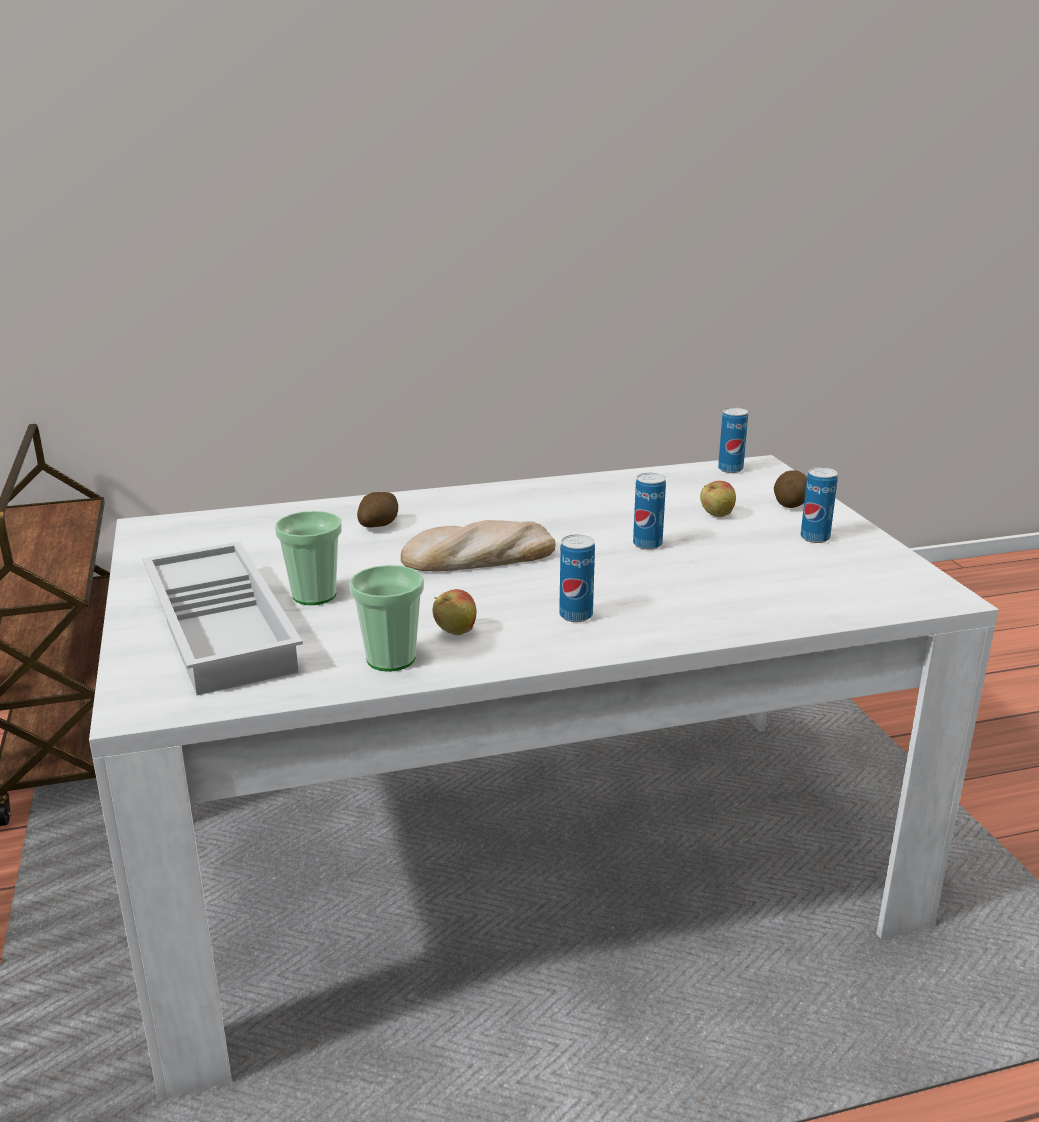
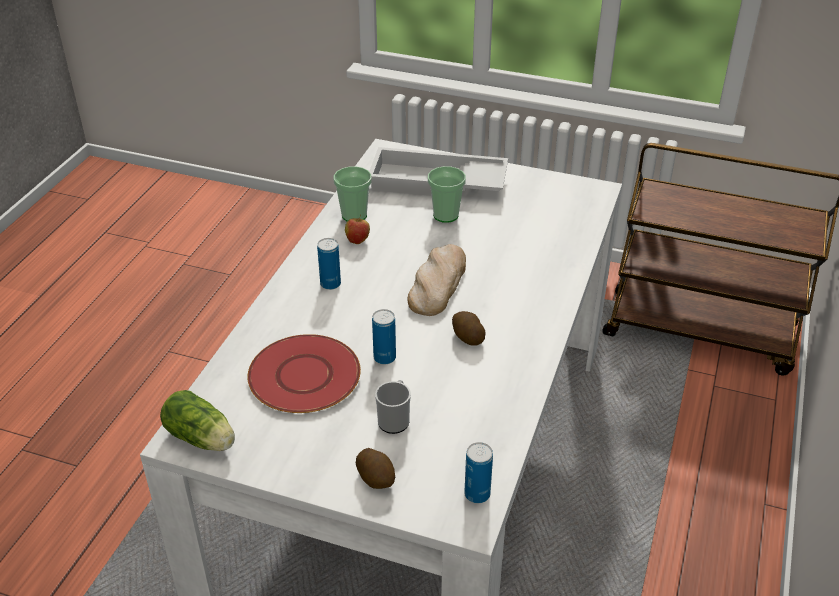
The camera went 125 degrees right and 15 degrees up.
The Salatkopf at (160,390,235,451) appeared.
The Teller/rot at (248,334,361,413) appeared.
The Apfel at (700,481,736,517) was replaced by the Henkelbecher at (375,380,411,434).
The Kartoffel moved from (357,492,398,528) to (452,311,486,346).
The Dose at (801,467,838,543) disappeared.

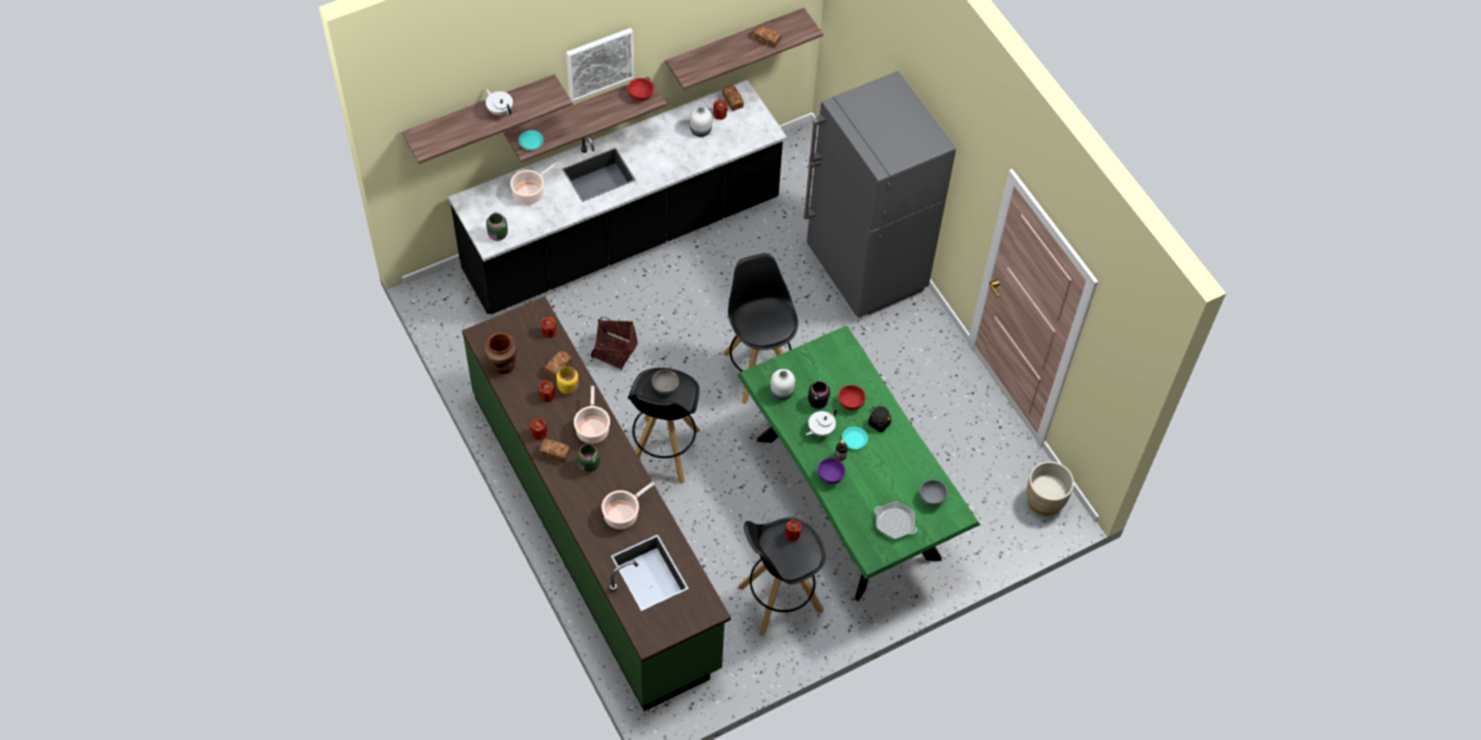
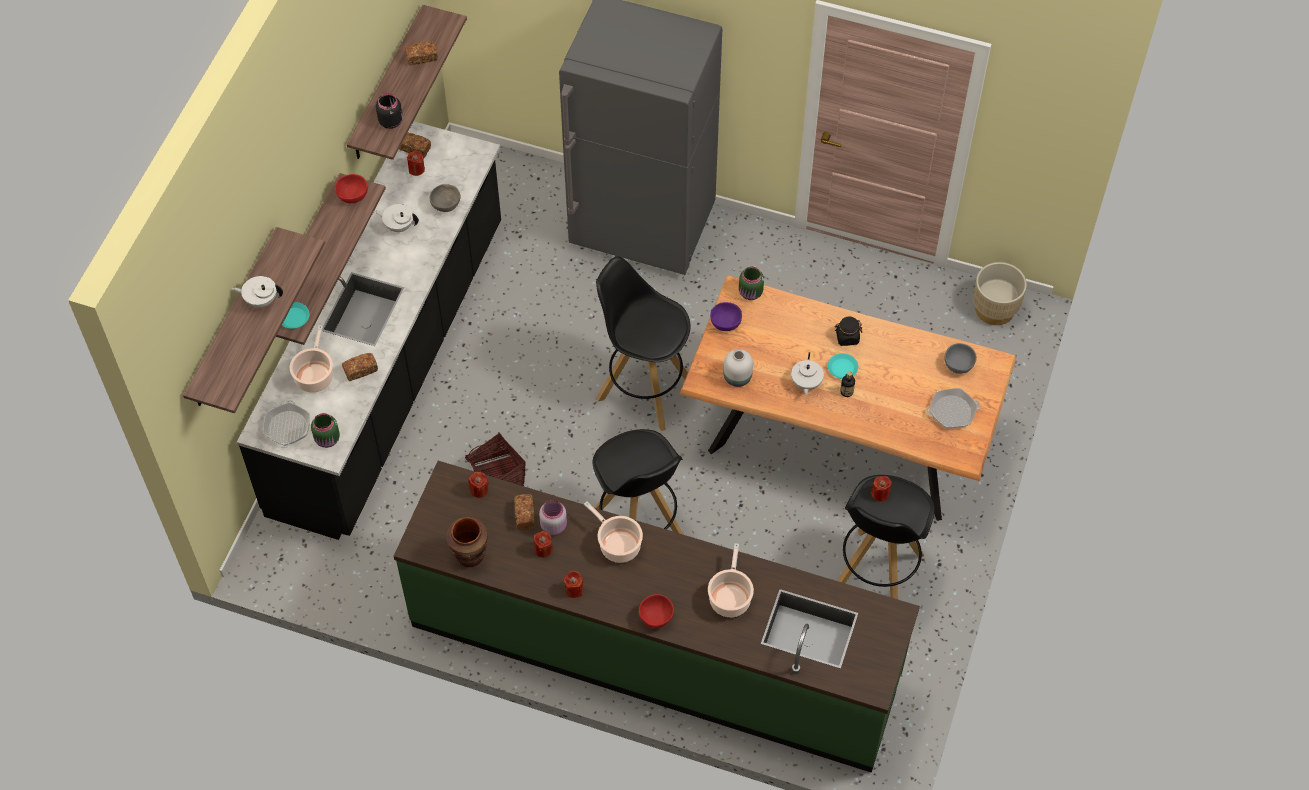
The camera went 40 degrees left and 0 degrees up.
The Pfanne at (263,400,310,448) appeared.
The Brot moved from (539,439,570,462) to (342,353,378,381).
The Teekanne/weiß at (375,204,419,232) appeared.
The Vorratsglas/schwarz moved from (808,381,830,409) to (376,93,403,129).
The Schüssel/grau moved from (652,370,679,394) to (430,184,461,212).
The Vorratsglas/gelb at (556,366,579,394) became the Vorratsglas/rosa at (539,500,567,535).
The Schüssel/rot moved from (838,385,866,410) to (639,594,674,628).
The Esstisch/grün at (738,326,980,601) became the Esstisch/braun at (680,275,1016,521).
The Schüssel/lila moved from (817,458,845,484) to (710,302,742,331).
The Vorratsglas/grün moved from (577,444,600,472) to (739,267,764,300).
The Bild at (566,28,634,102) disappeared.
The Vase/weiß at (690,107,712,137) disappeared.

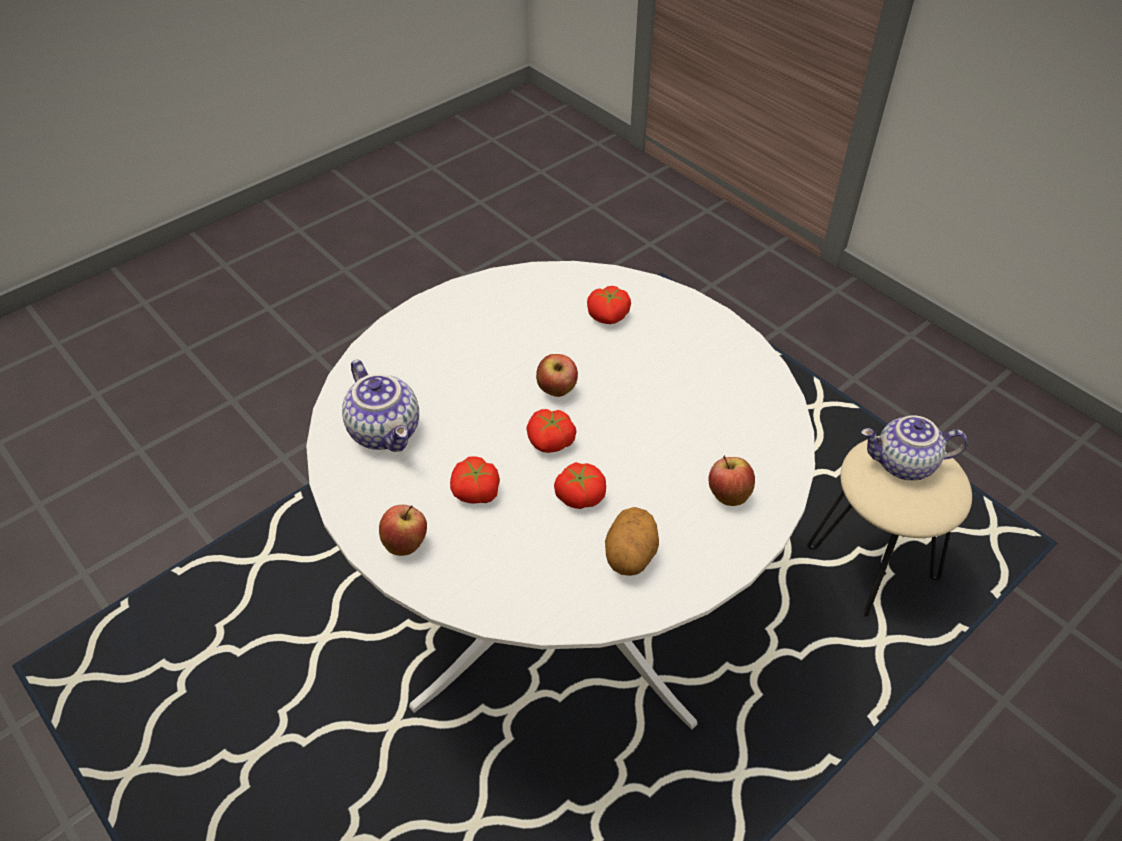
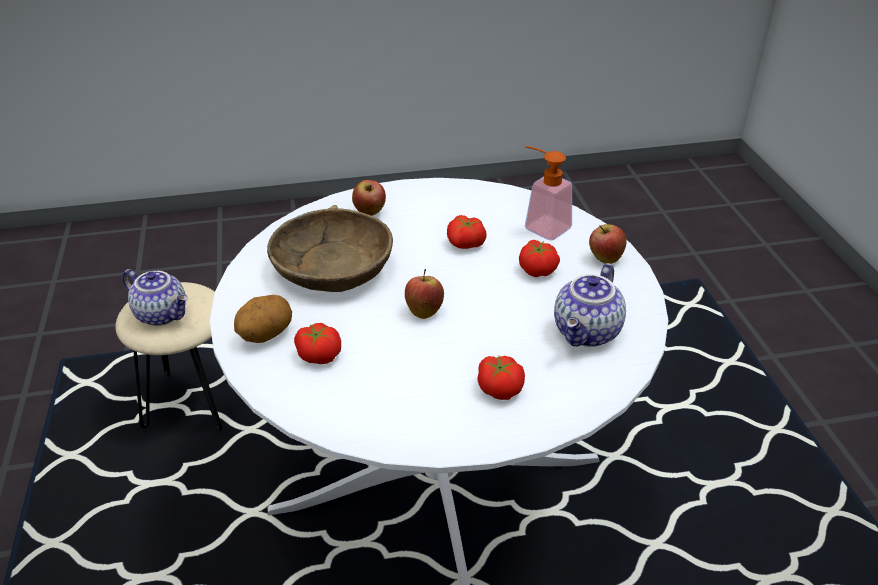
The camera went 150 degrees left and 10 degrees down.
The Kartoffel moved from (605,507,659,576) to (234,295,292,343).
The Schüssel/braun at (267,205,393,292) appeared.
The Tomate moved from (526,409,577,453) to (477,356,525,400).
The Seifenspender at (525,146,572,241) appeared.
The Teekanne at (342,360,419,452) turned 150 degrees counterclockwise.

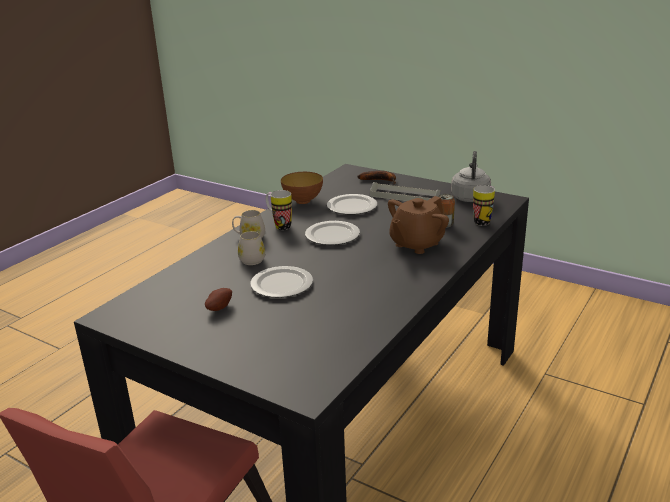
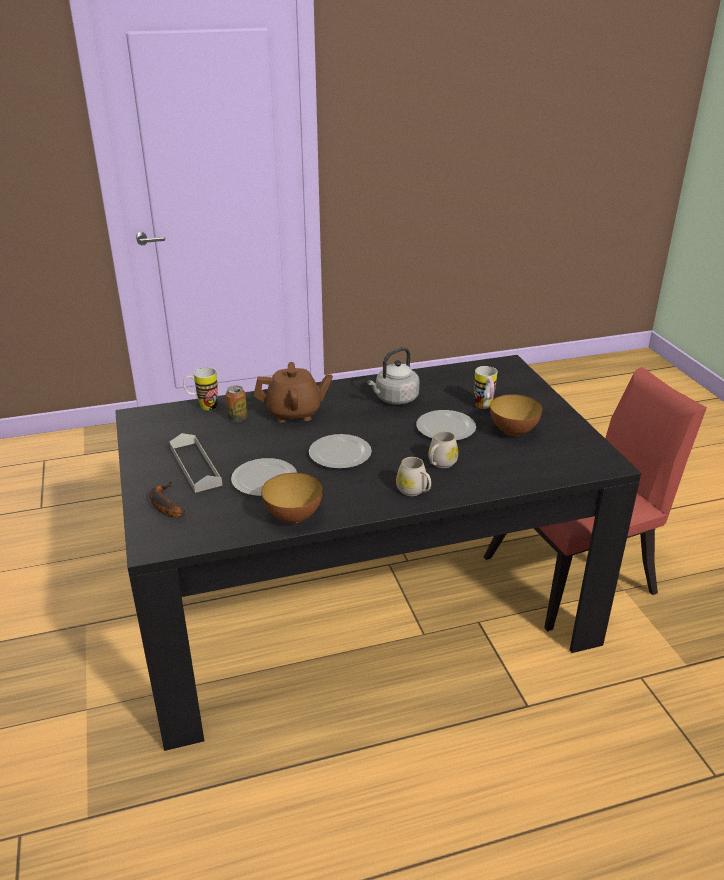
The camera went 140 degrees left and 5 degrees up.
The Wasserkessel/grau moved from (451,151,491,202) to (367,347,420,405).
The Henkelbecher moved from (265,190,292,230) to (474,366,497,409).
The Kartoffel at (205,288,232,311) was replaced by the Schüssel at (490,394,543,437).

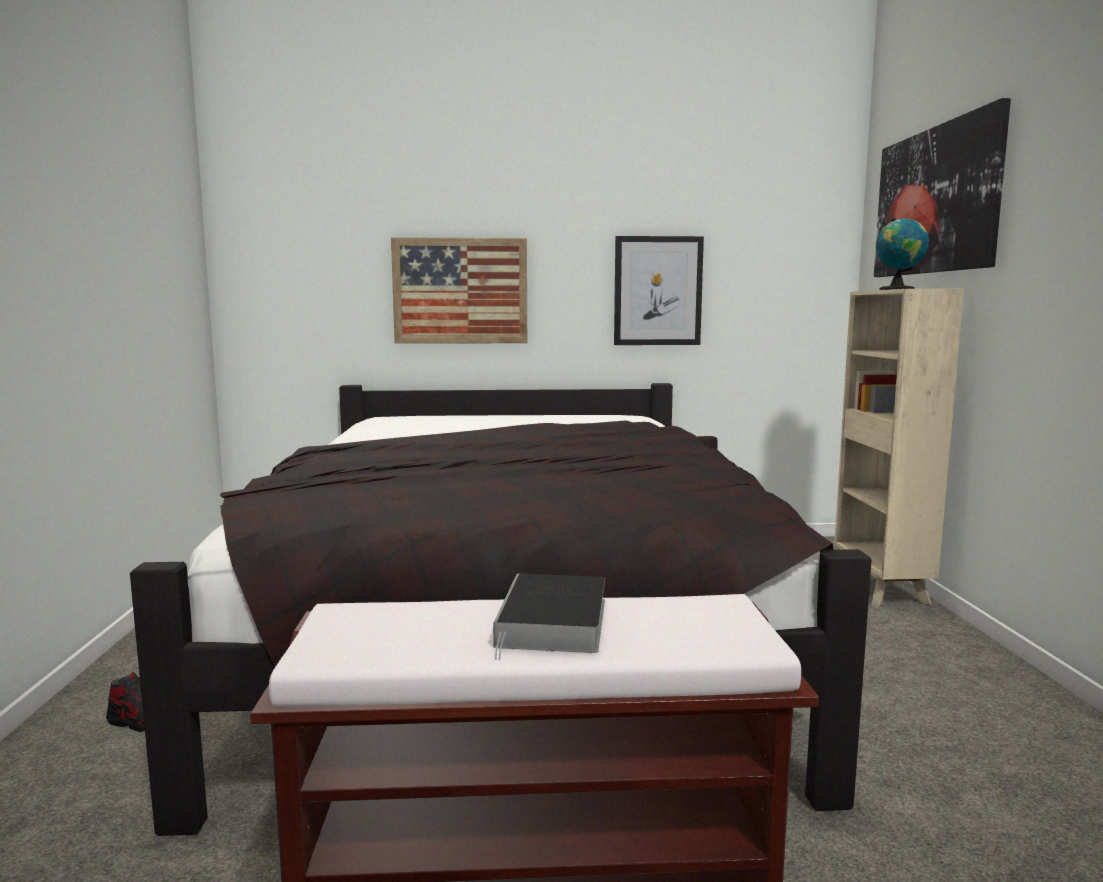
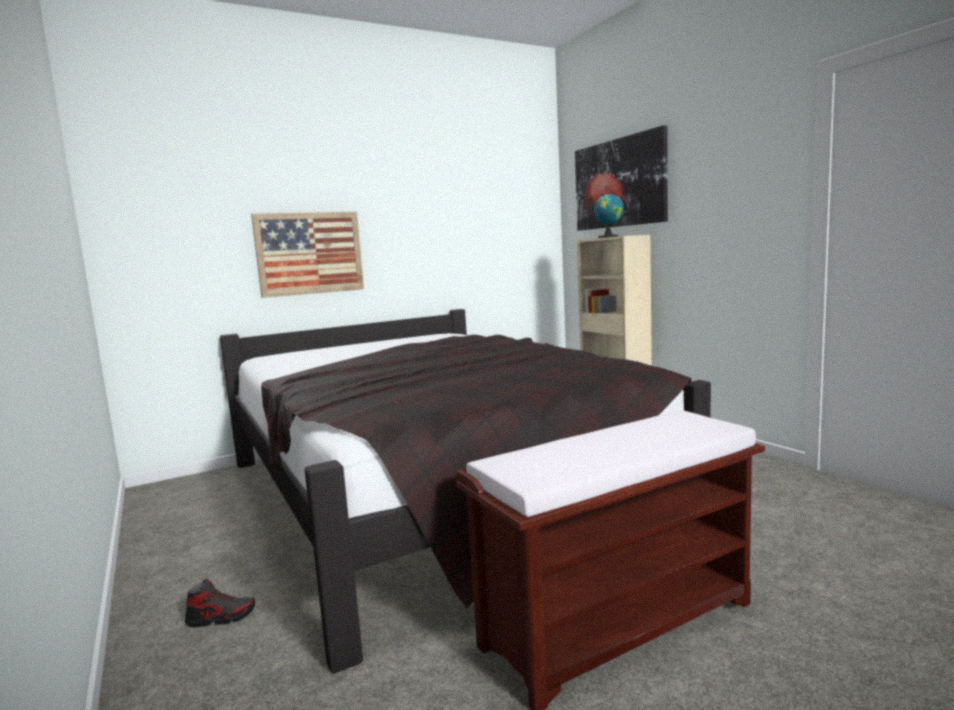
The camera went 25 degrees left and 0 degrees up.
The Buch at (493,574,605,660) disappeared.
The Bild at (614,236,704,345) disappeared.

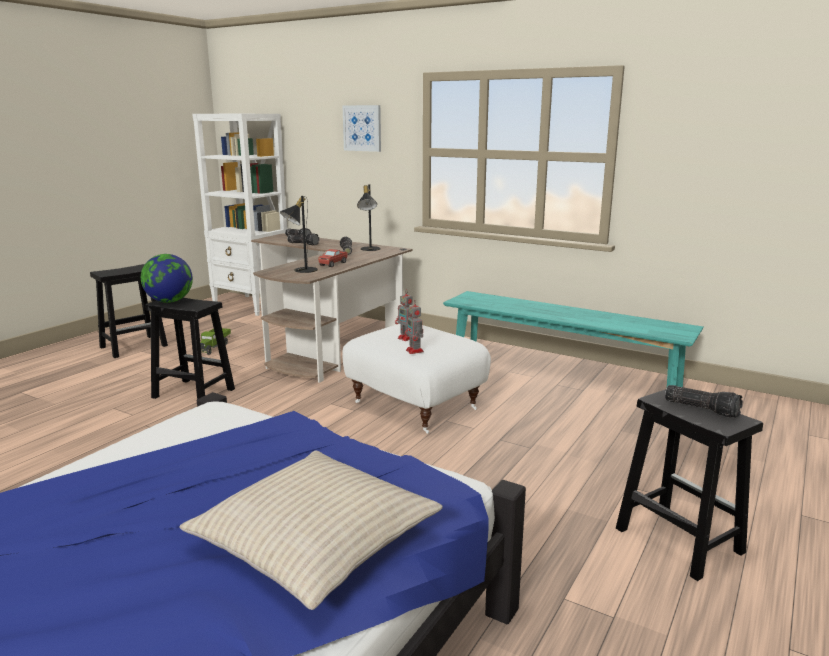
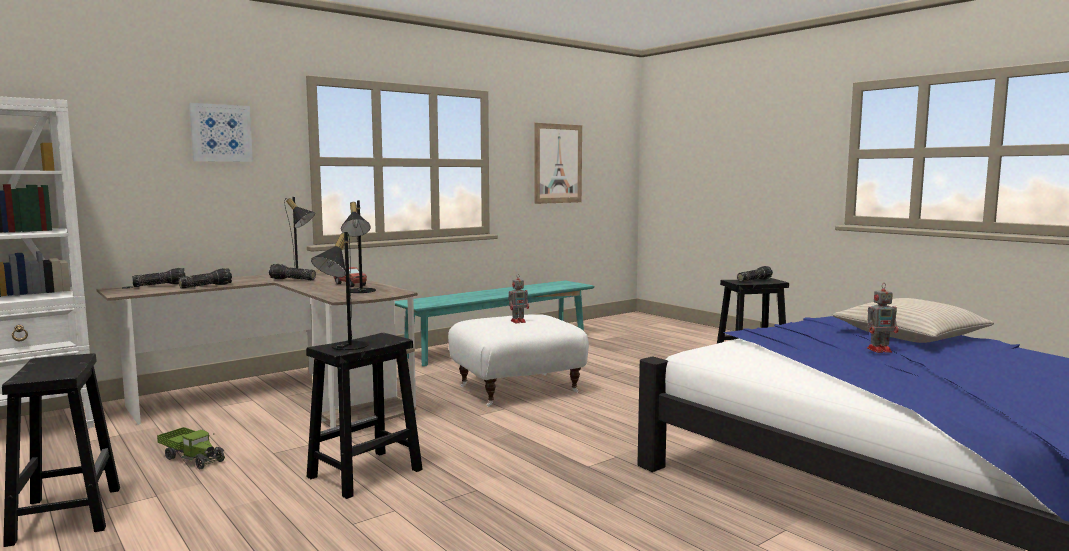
The camera went 70 degrees left and 10 degrees down.
The Globus at (141,254,193,303) was replaced by the Tischlampe/schwarz at (311,232,368,350).
The Bild at (534,123,582,204) appeared.
The Spielzeugroboter moved from (405,300,424,354) to (867,284,898,353).

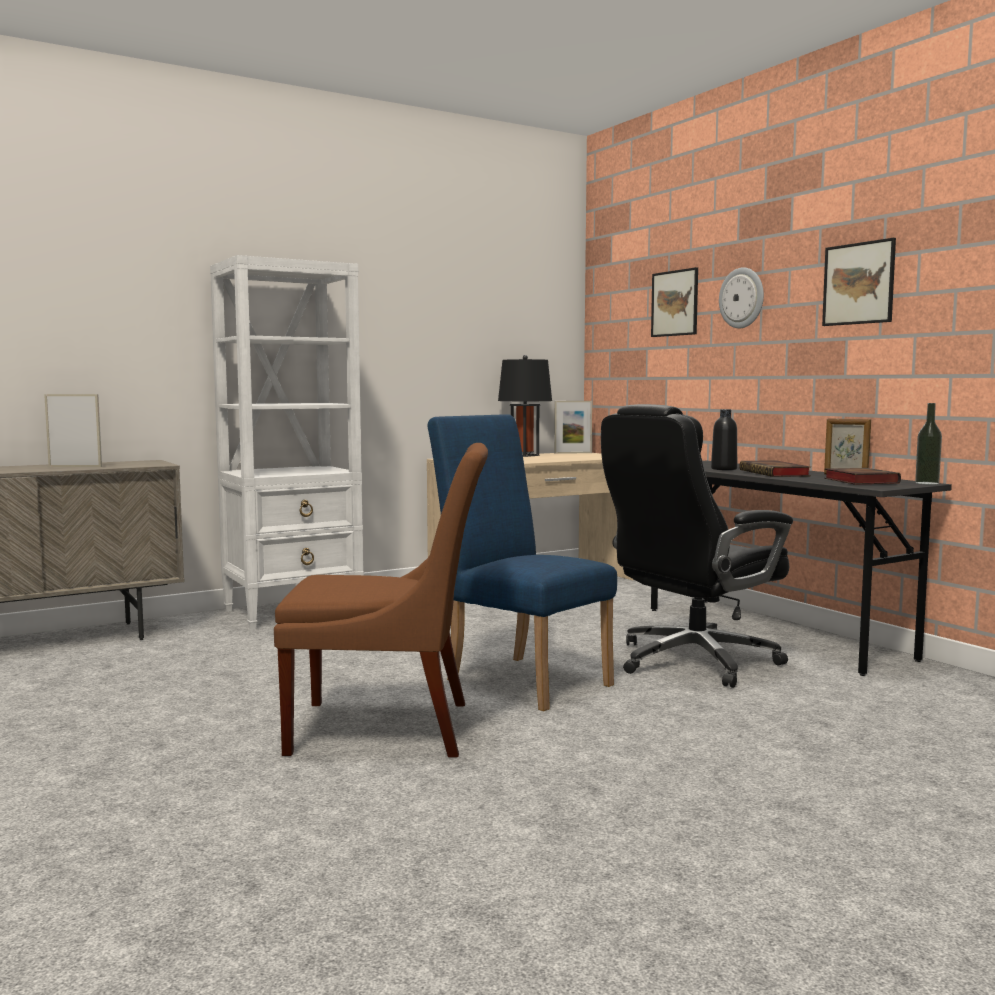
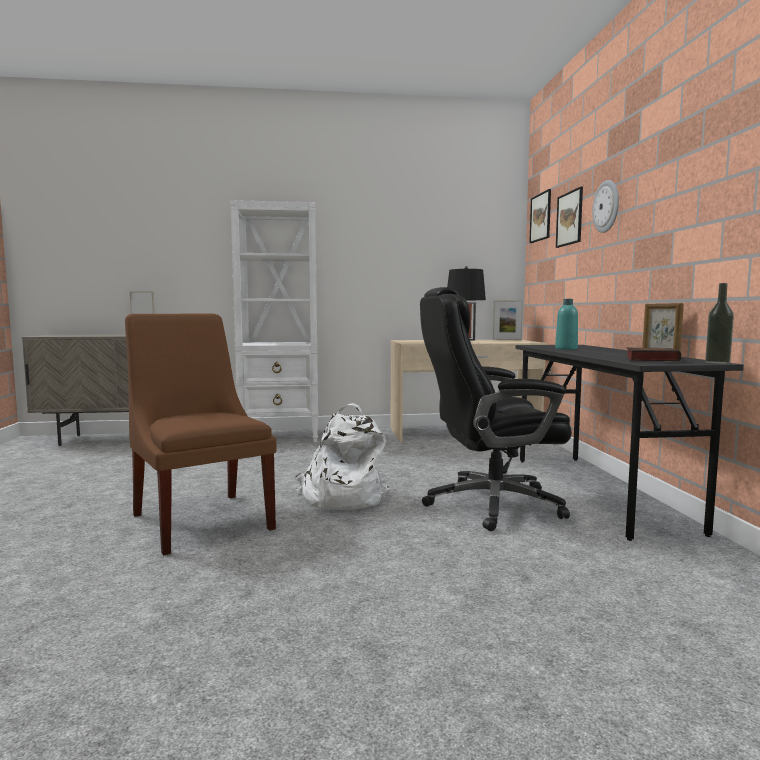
The camera went 25 degrees right and 0 degrees up.
The Stuhl/braun at (274,443,488,757) turned 150 degrees counterclockwise.
The Stuhl/blau at (427,414,617,711) was replaced by the Rucksack/weiß at (296,403,390,510).
The Bild moved from (822,238,896,326) to (529,189,551,243).
The Flasche/schwarz at (711,409,737,470) became the Flasche/türkis at (555,299,578,350).
The Buch at (739,460,811,477) disappeared.

